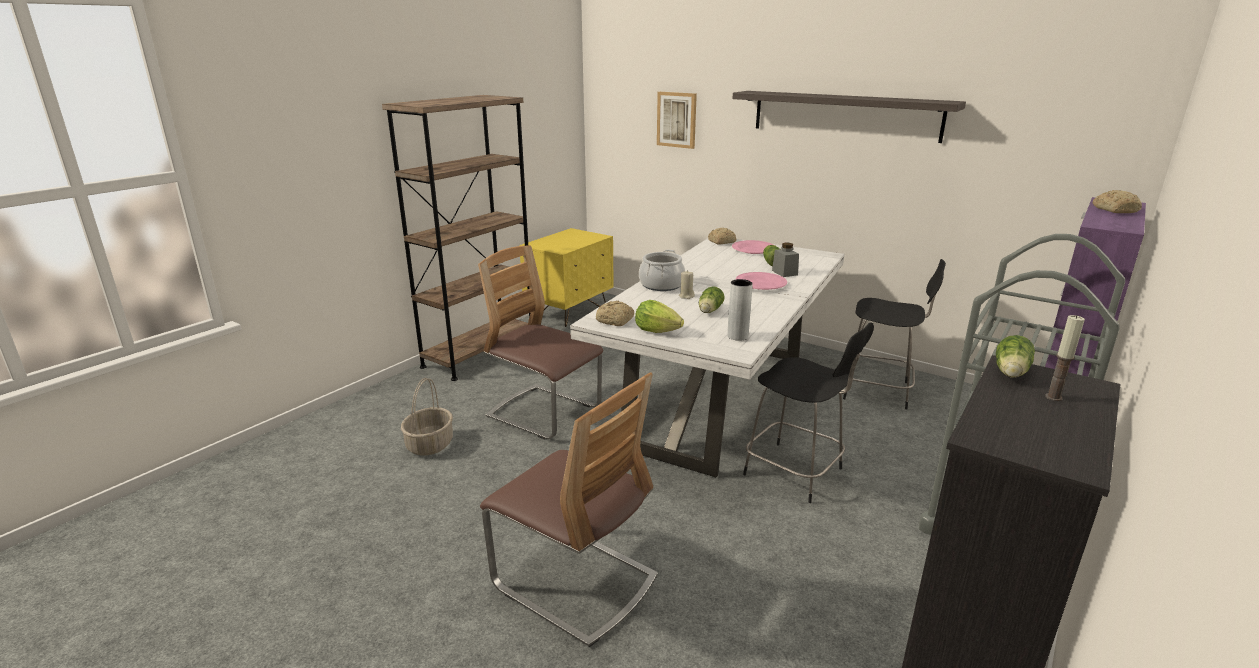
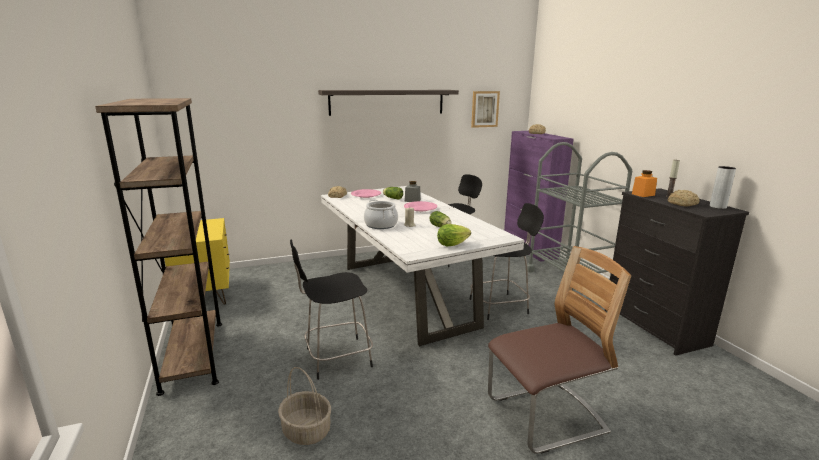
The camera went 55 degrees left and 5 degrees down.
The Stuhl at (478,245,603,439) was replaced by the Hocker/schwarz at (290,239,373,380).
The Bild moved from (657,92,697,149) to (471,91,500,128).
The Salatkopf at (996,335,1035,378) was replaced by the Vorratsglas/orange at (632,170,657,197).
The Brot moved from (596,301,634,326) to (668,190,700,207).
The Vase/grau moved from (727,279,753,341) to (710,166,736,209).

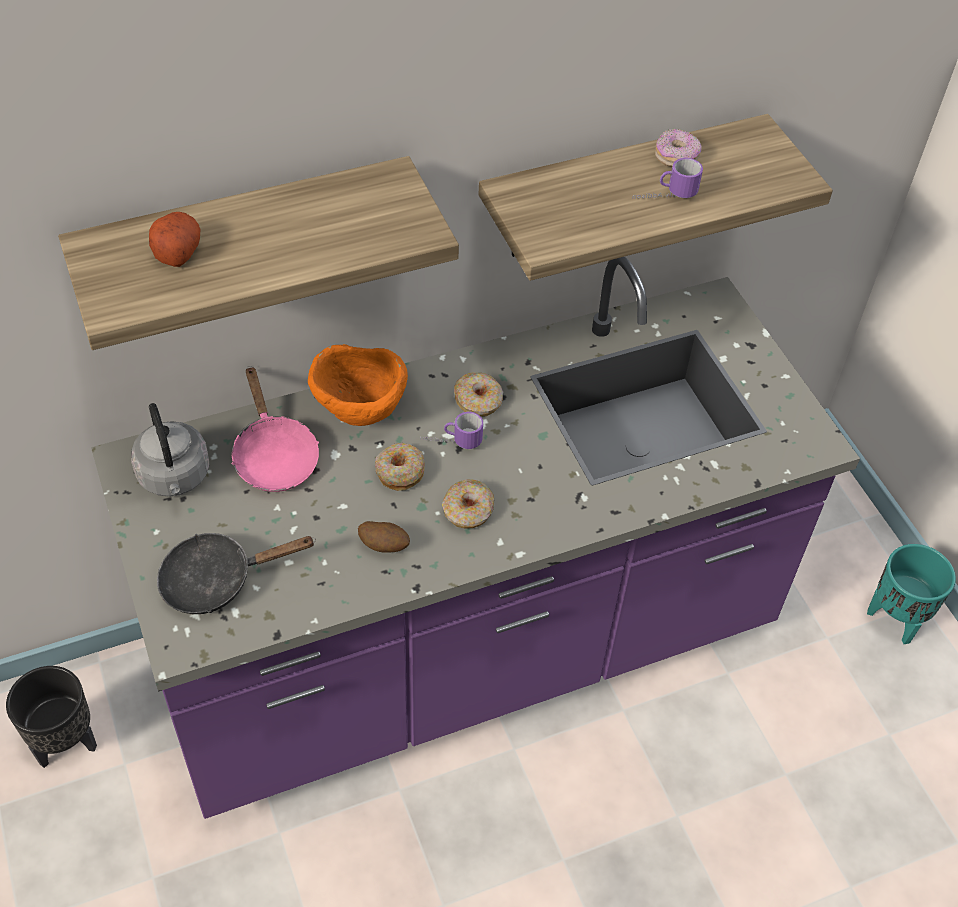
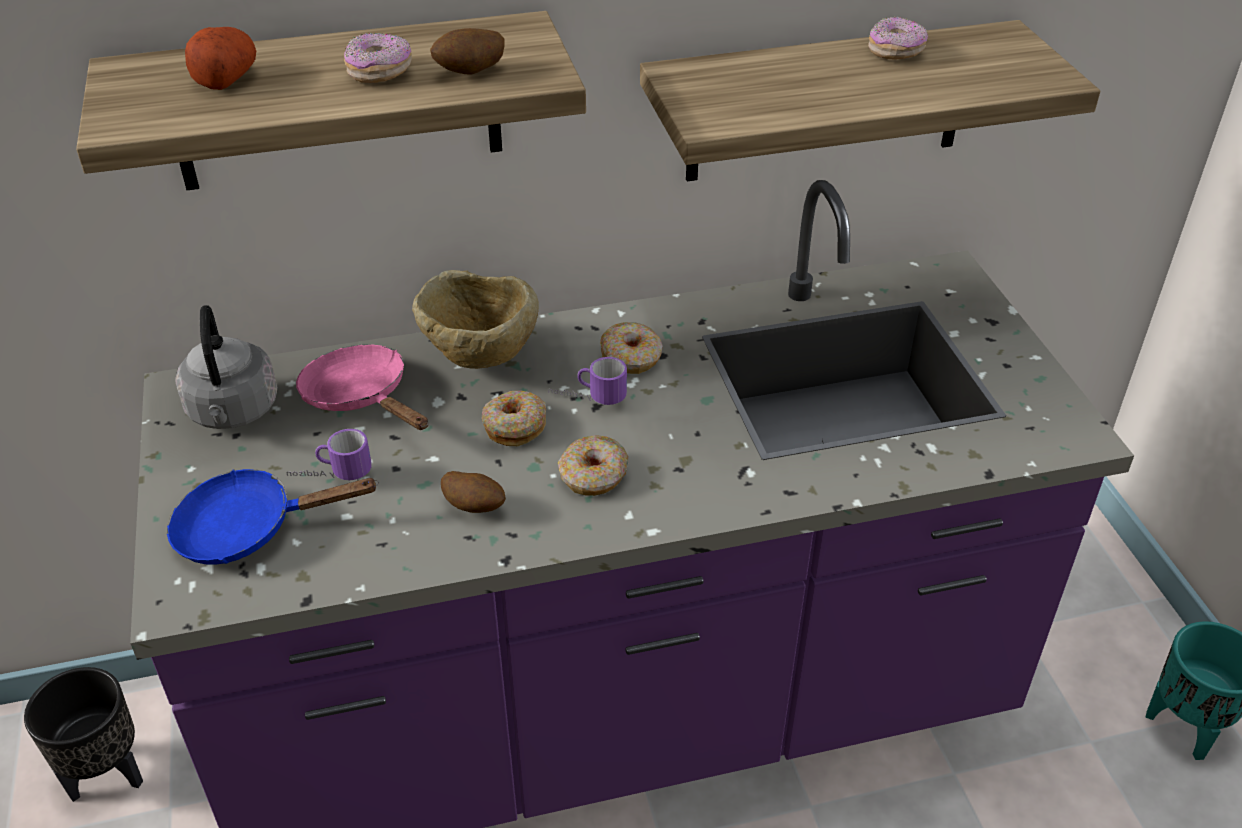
The camera went 10 degrees right and 10 degrees down.
The Pfanne/schwarz at (157,533,316,614) became the Pfanne/blau at (167,469,379,565).
The Henkelbecher moved from (632,158,703,199) to (287,429,372,480).
The Pfanne/rosa at (231,366,319,492) turned 150 degrees clockwise.
The Donut at (344,33,412,83) appeared.
The Schüssel/orange at (308,344,408,426) became the Schüssel/beige at (412,270,539,369).
The Kartoffel at (430,28,505,74) appeared.

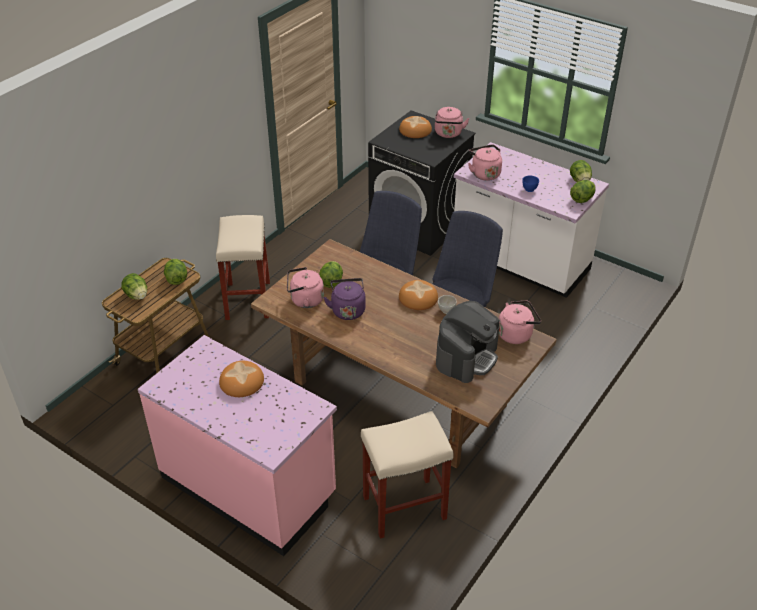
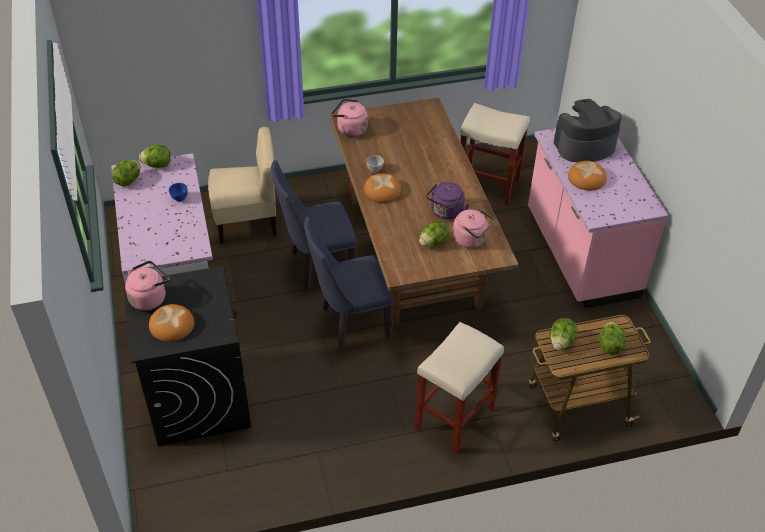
The camera went 140 degrees left and 5 degrees up.
The Stuhl/beige at (208,126,277,244) appeared.
The Kaffeemaschine moved from (436,301,499,383) to (553,99,622,162).
The Wasserkessel/rosa at (468,145,502,181) disappeared.

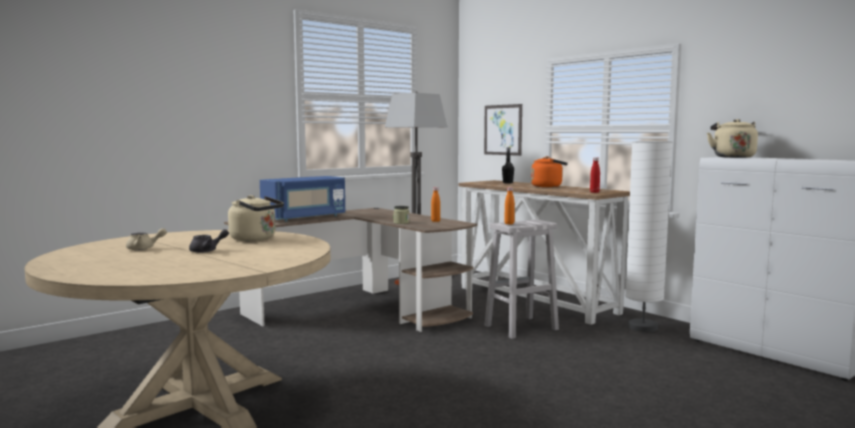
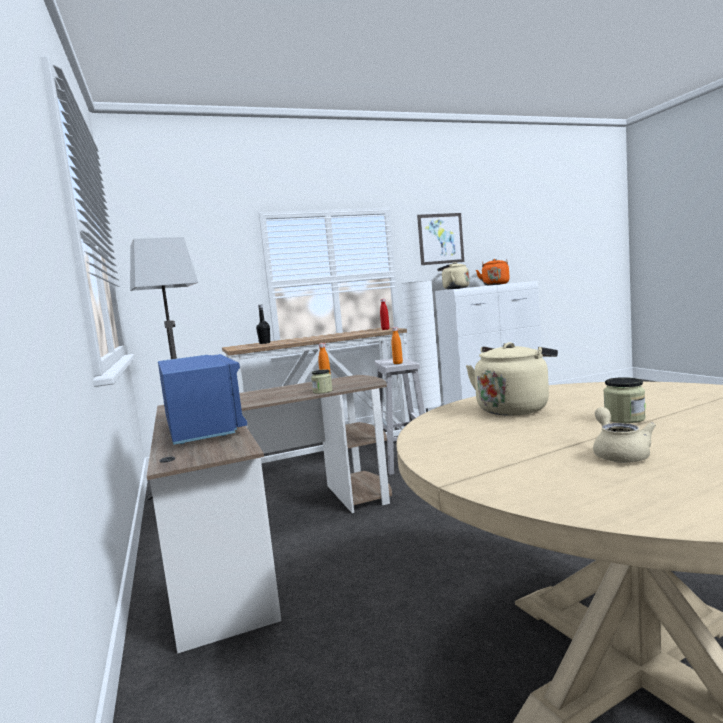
The camera went 70 degrees left and 0 degrees up.
The Bild moved from (484,104,522,156) to (417,213,464,265).
The Wasserkessel/orange moved from (531,156,568,187) to (476,259,510,285).
The Teekanne/grau at (189,229,229,253) was replaced by the Vorratsglas at (603,377,646,423).

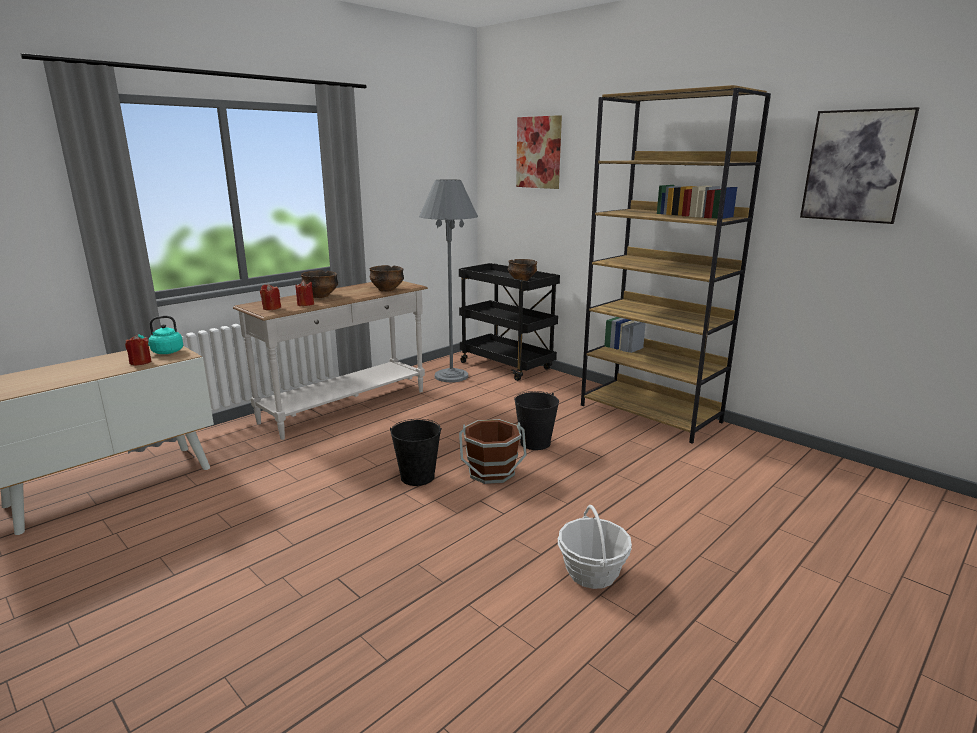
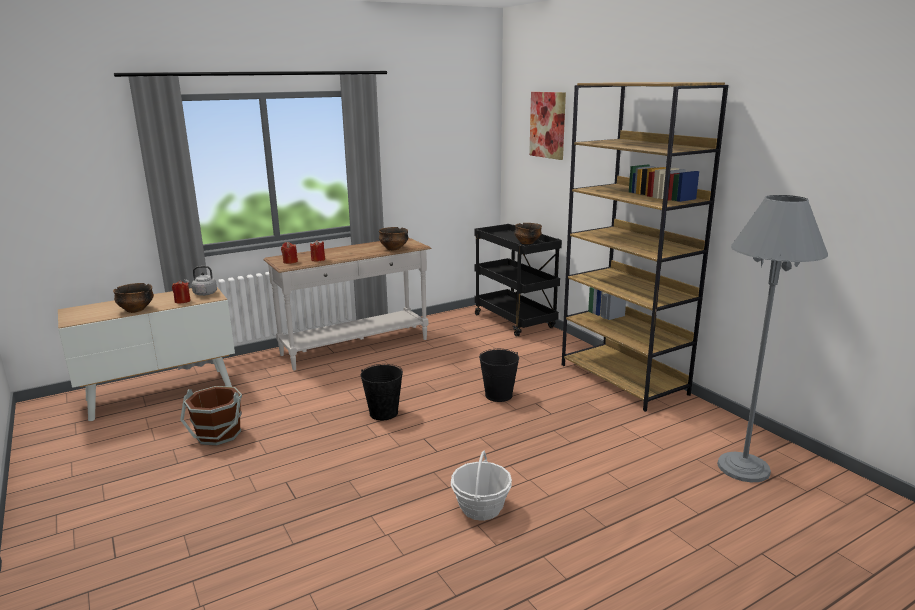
The camera went 15 degrees right and 0 degrees up.
The Schüssel moved from (301,270,338,298) to (113,283,154,313).
The Eimer/braun moved from (459,419,527,484) to (180,386,242,446).
The Wasserkessel/türkis at (138,316,183,354) became the Wasserkessel/grau at (184,266,217,296).
The Stehlampe/grau moved from (419,179,478,382) to (717,195,828,482).
The Bild at (800,107,919,224) disappeared.

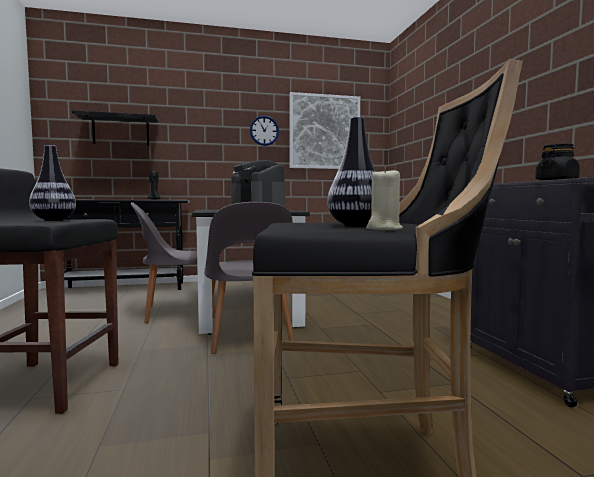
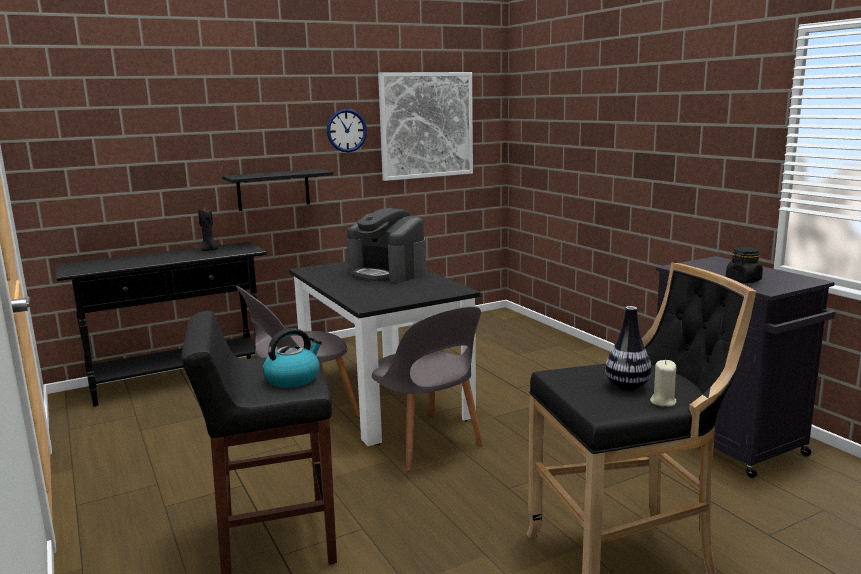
The camera went 15 degrees left and 10 degrees up.
The Wandregal/schwarz moved from (72,110,159,146) to (222,169,333,211).
The Vase at (29,145,76,221) was replaced by the Wasserkessel at (263,328,322,388).

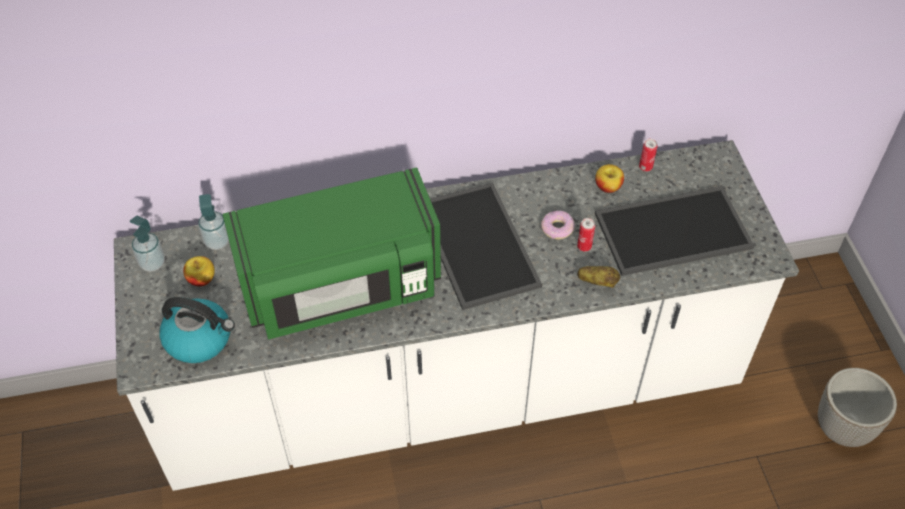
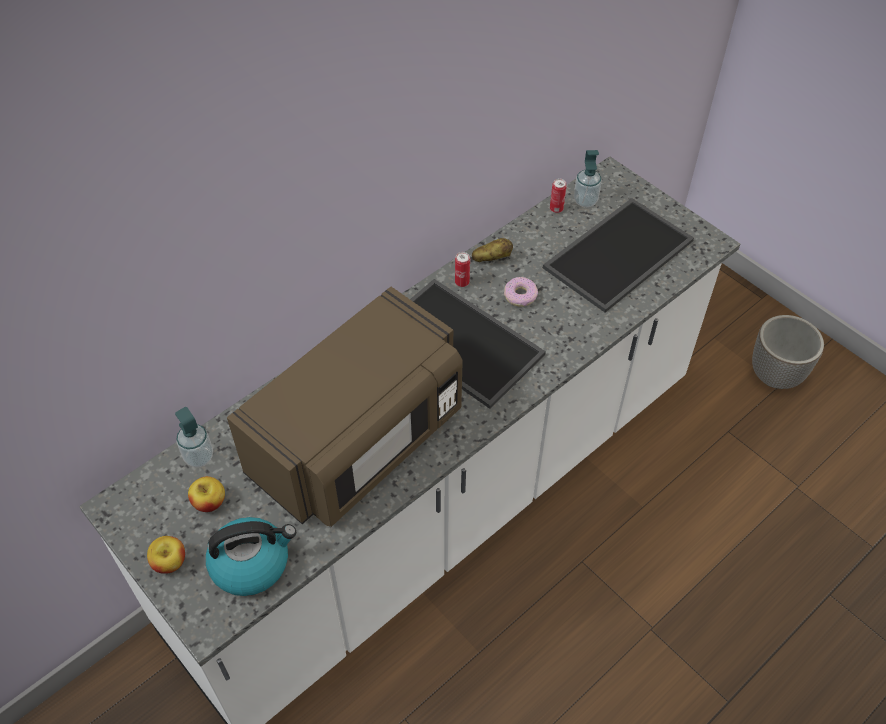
The camera went 30 degrees left and 0 degrees up.
The Apfel moved from (595,164,624,193) to (147,536,185,574).
The Mikrowelle/grün at (223,167,441,339) became the Mikrowelle/braun at (227,287,463,527).
The Dose moved from (577,218,595,252) to (455,252,470,287).
The Kartoffel moved from (577,266,620,288) to (472,238,513,262).
The Seifenspender moved from (130,216,165,272) to (574,150,602,207).

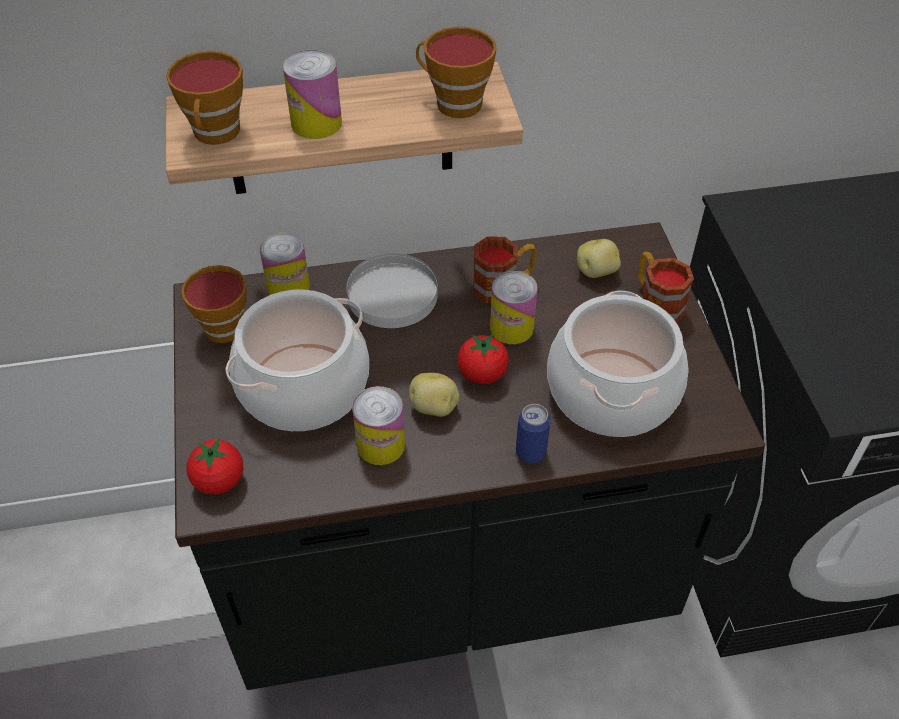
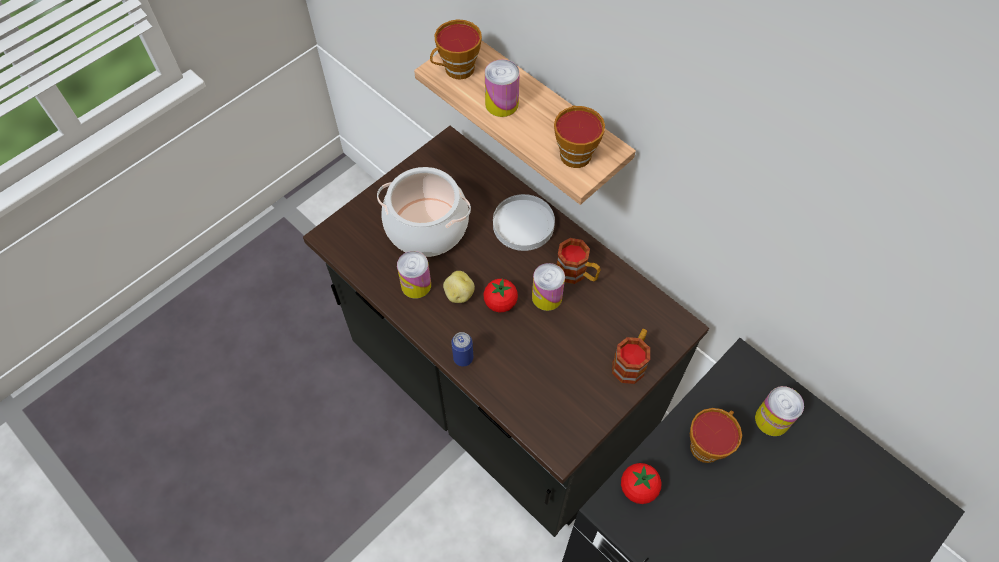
The camera went 55 degrees right and 10 degrees up.
The Tomate moved from (186,439,244,495) to (621,463,661,504).
The Tasse moved from (181,265,247,343) to (690,408,742,463).
The Dose moved from (260,232,310,295) to (755,386,804,436).
The Kochtopf at (547,290,689,437) disappeared.
The Kartoffel at (577,239,621,278) disappeared.

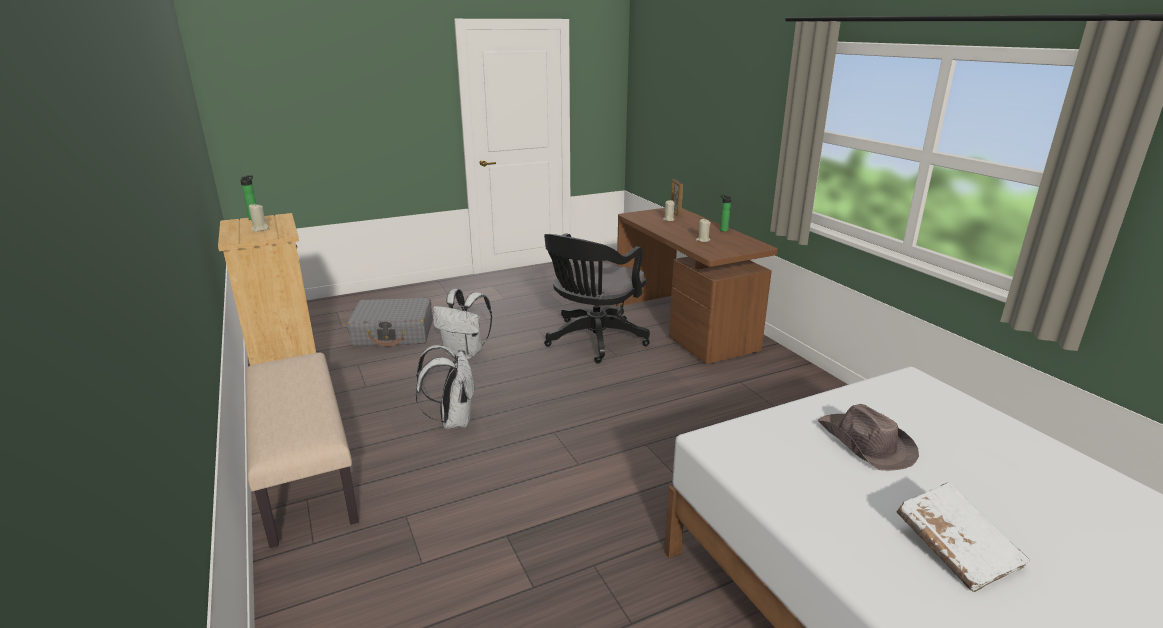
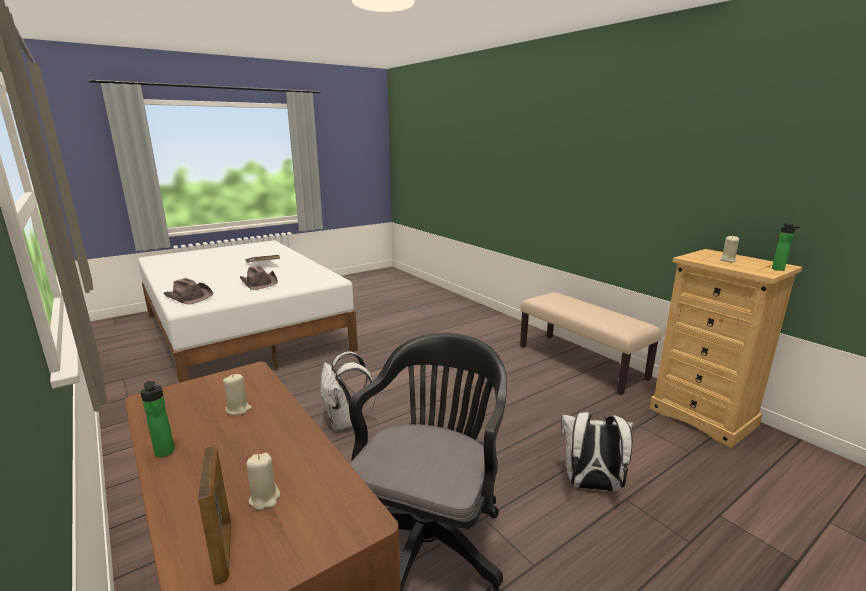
The camera went 170 degrees right and 5 degrees down.
The Hut/braun at (163,278,213,305) appeared.
The Rucksack/weiß moved from (415,345,474,429) to (320,351,377,431).
The Koffer/grau at (347,298,433,347) disappeared.

